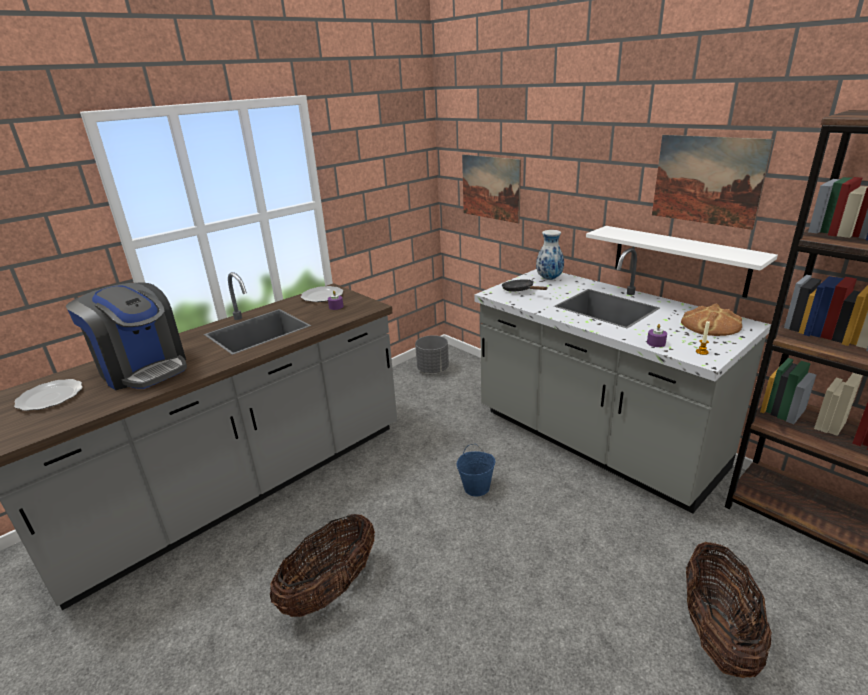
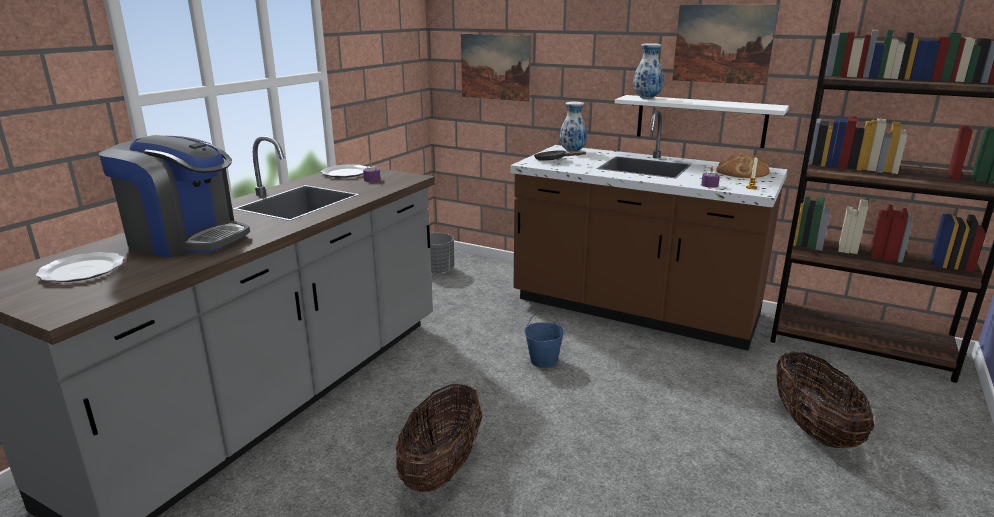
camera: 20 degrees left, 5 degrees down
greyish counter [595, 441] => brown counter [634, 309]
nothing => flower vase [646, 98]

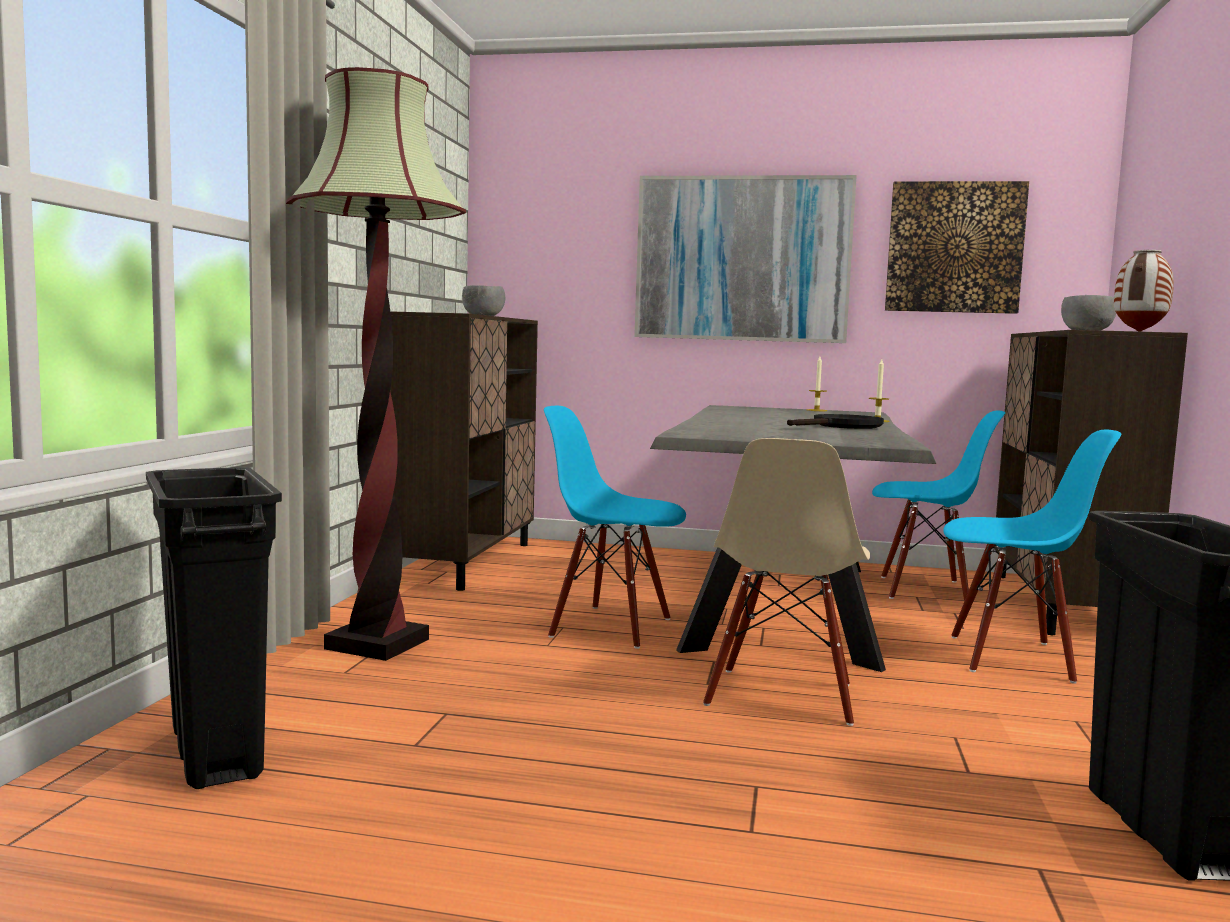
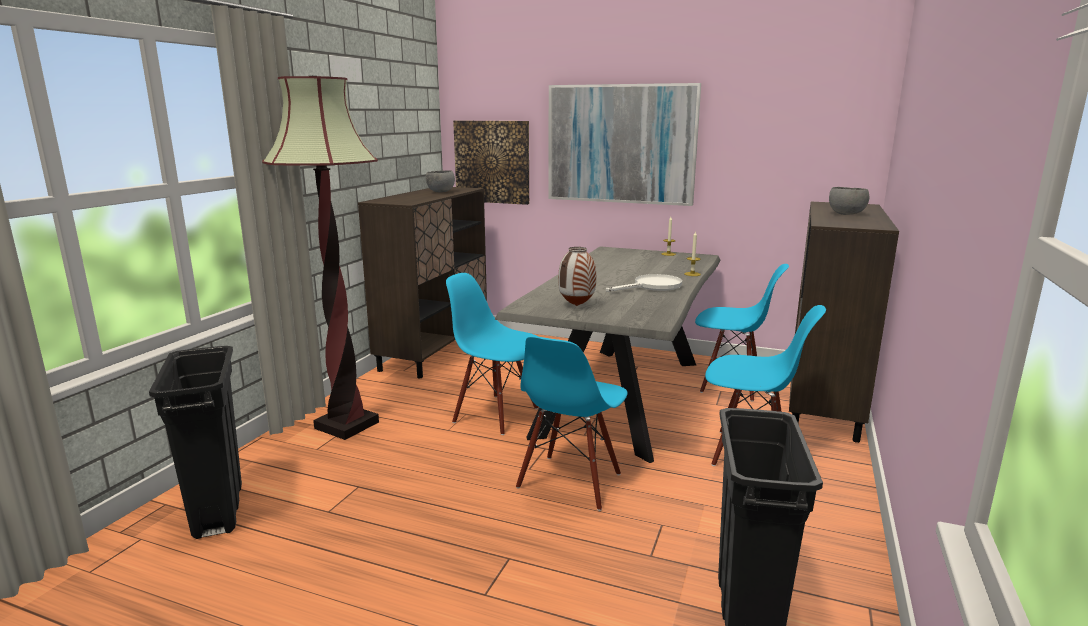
camera: 10 degrees right, 10 degrees up
beige chair [782, 696] => blue chair [570, 482]
blackish frying pan [841, 426] => whitish frying pan [652, 287]
picture [954, 247] => picture [492, 162], moved
flower vase [1140, 331] => flower vase [576, 306], moved

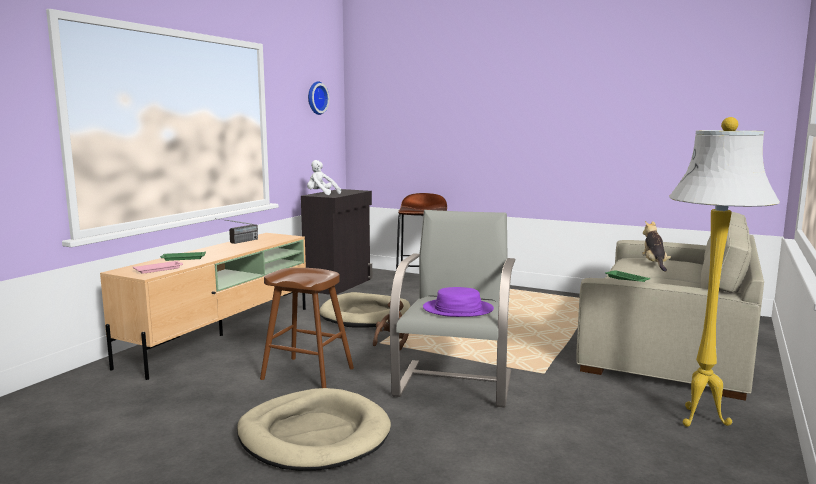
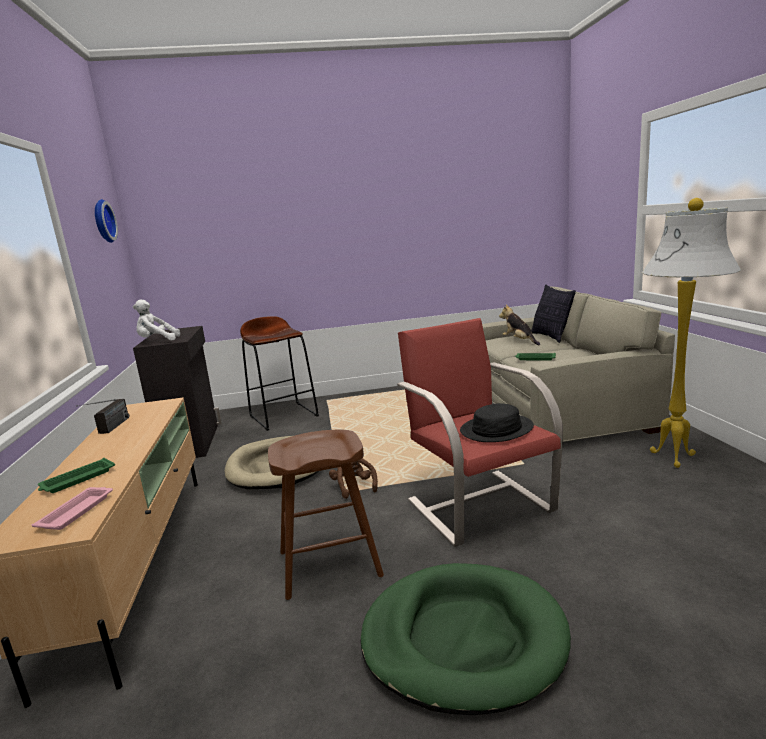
camera: 35 degrees left, 5 degrees up
beige pet bed [314, 435] => green-coloured pet bed [463, 639]
greyish lounge chair [455, 382] => reddish lounge chair [478, 505]
purple-coloured hat [458, 309] => blackish hat [497, 429]
nothing => pillow [551, 337]

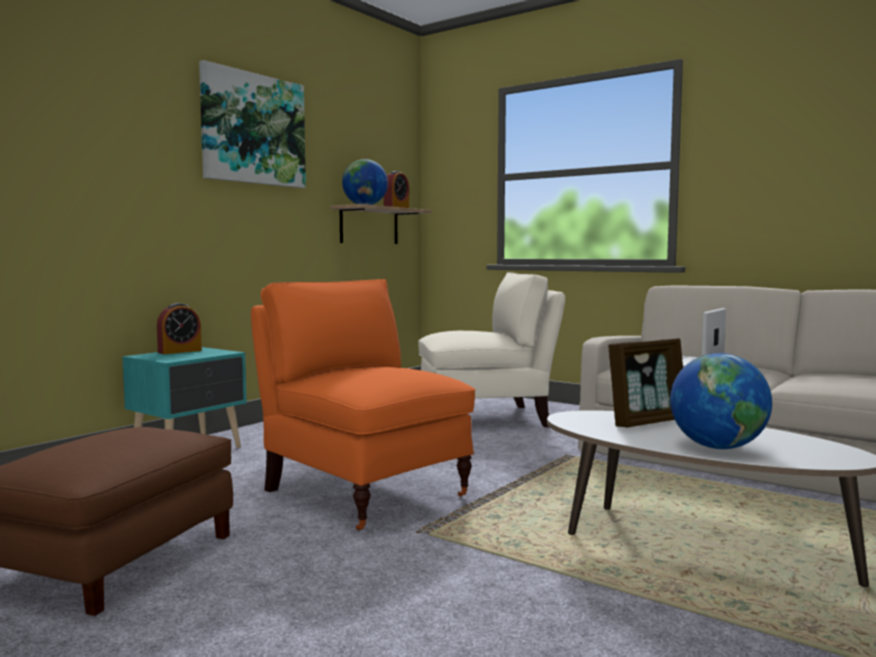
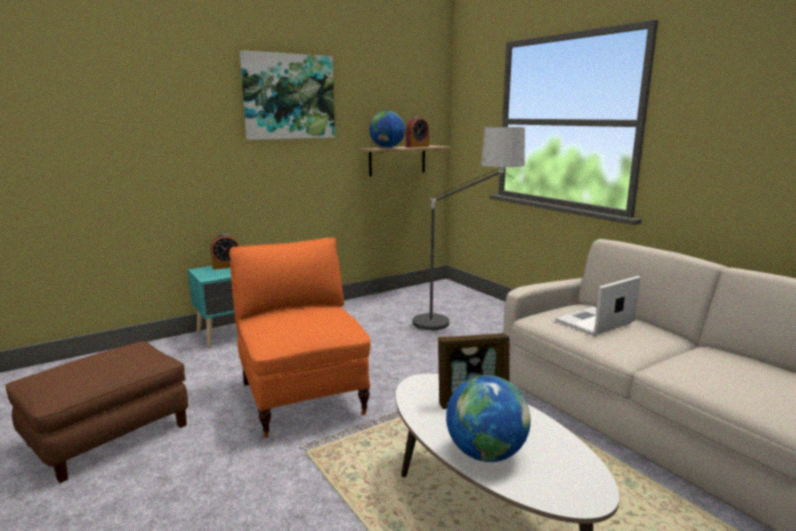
camera: 20 degrees right, 10 degrees up
beige lounge chair [487, 418] => standing lamp [461, 326]

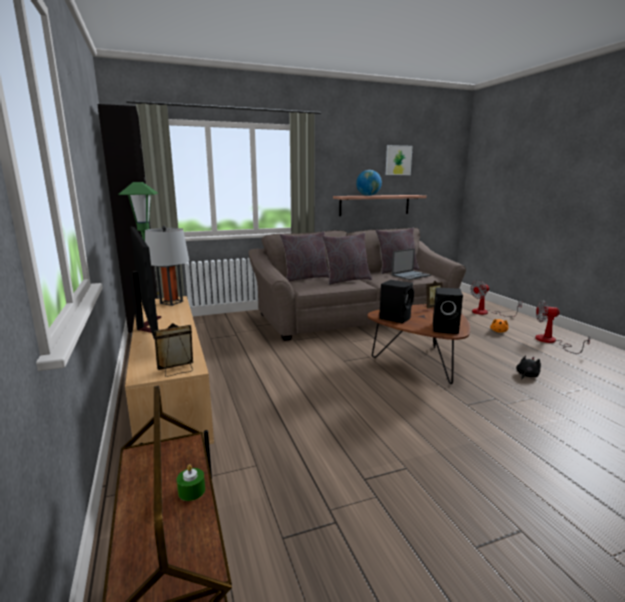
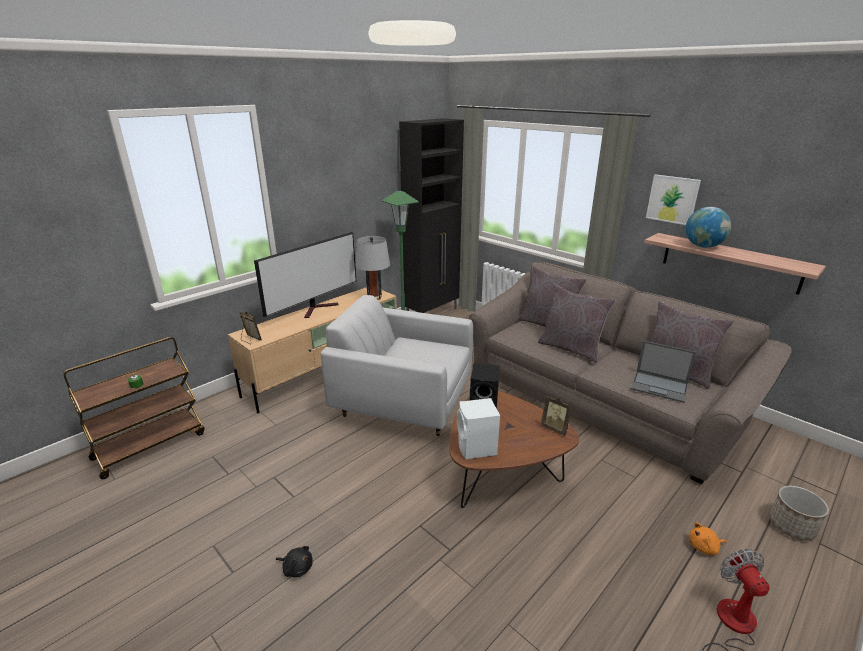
camera: 65 degrees right, 10 degrees up
picture [398, 160] => picture [672, 199], moved
blackish speaker [446, 328] => whitish speaker [477, 448]
fan [486, 313] => plant pot [792, 526]
blackish plush toy [526, 375] => blackish plush toy [297, 568], moved
nothing => whitish lounge chair [403, 404]

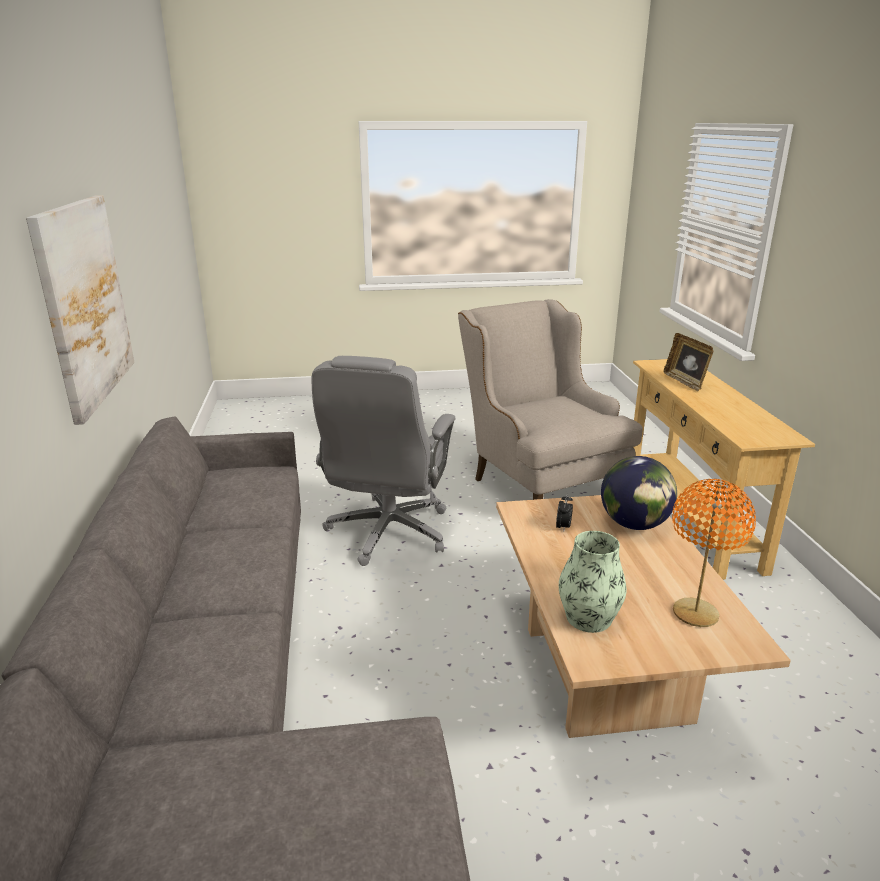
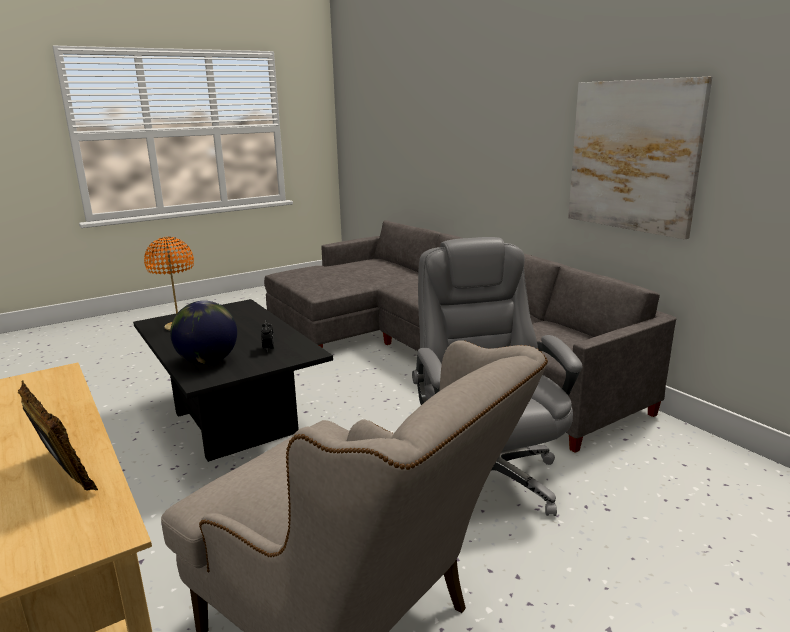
camera: 155 degrees right, 5 degrees down
beige low table [605, 673] => blackish low table [235, 422]
flower vase [588, 617] => nothing

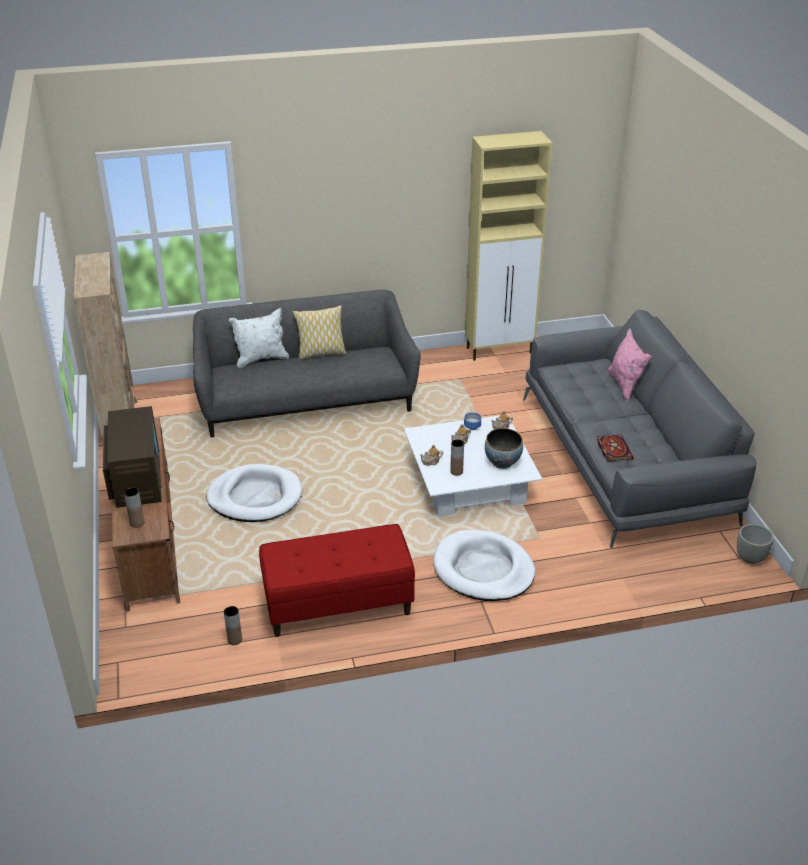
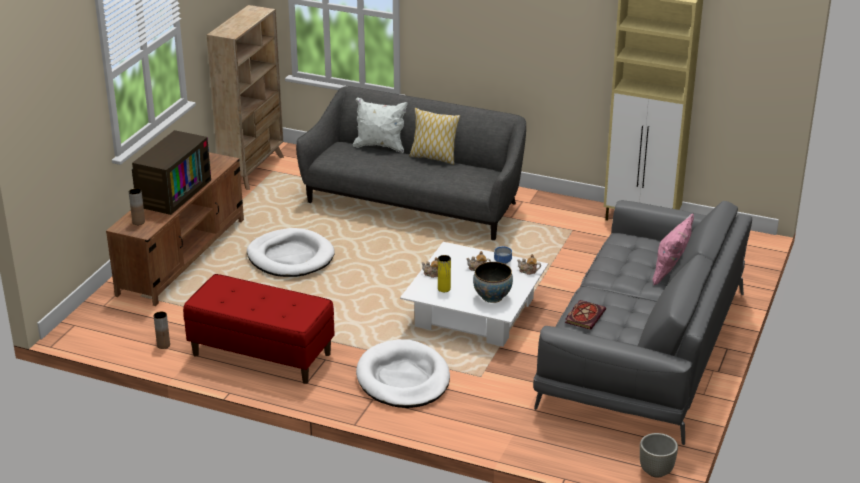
camera: 35 degrees right, 5 degrees down
brown flower vase [456, 471] => yellowish flower vase [444, 289]

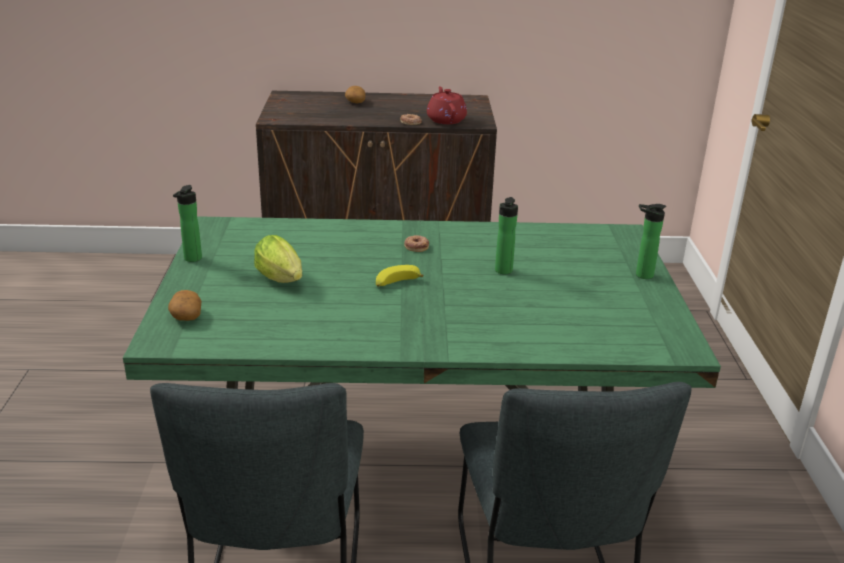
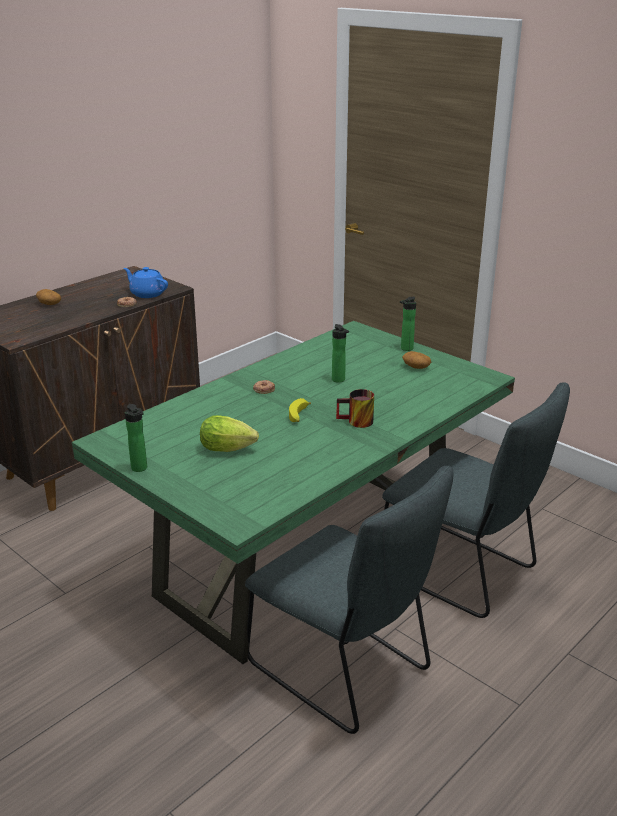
camera: 45 degrees left, 0 degrees up
whole potato [186, 315] => whole potato [415, 367], moved
reddish tea pot [446, 120] => blue tea pot [147, 293]
nothing => coffee mug [356, 422]

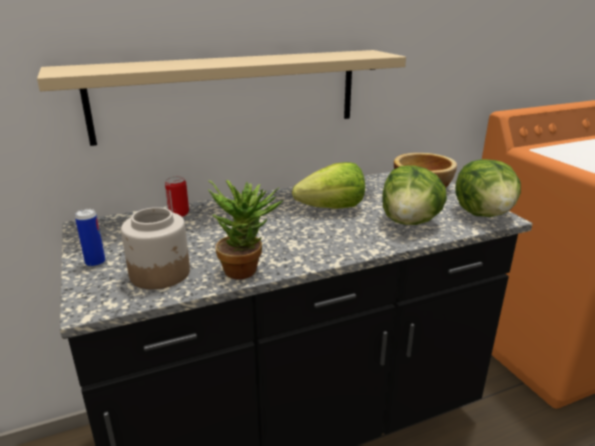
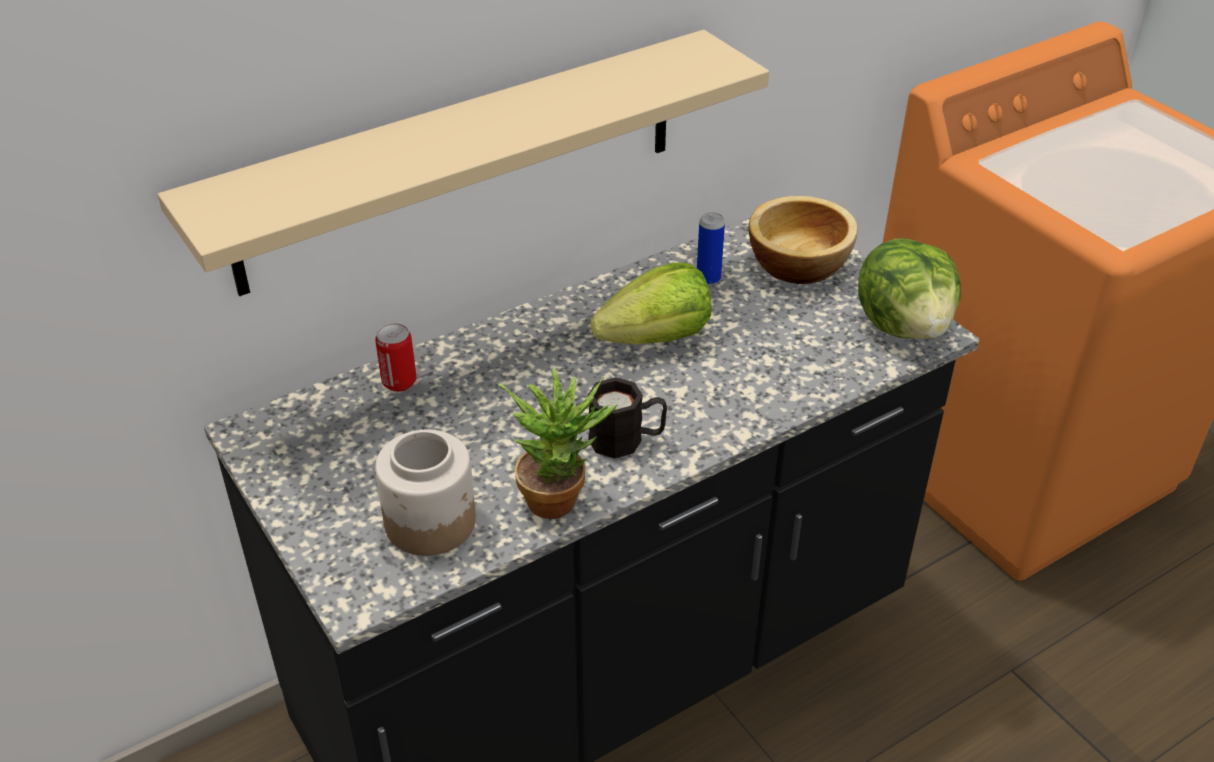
camera: 10 degrees left, 15 degrees up
can [95, 263] => can [708, 278], moved
lettuce [410, 222] => nothing
nothing => blackish coffee mug [627, 440]

